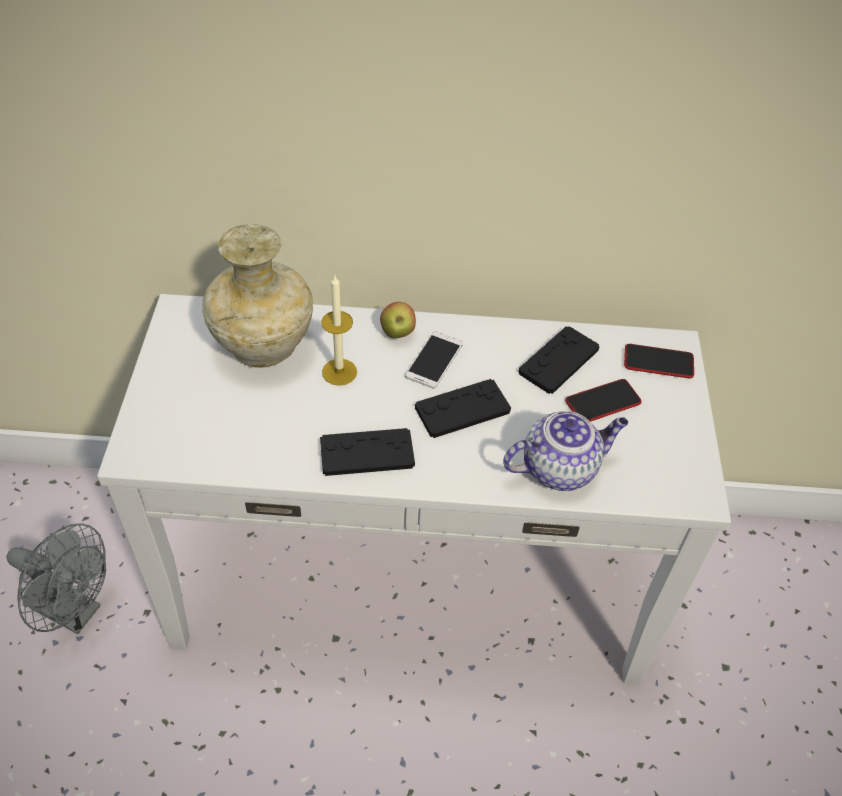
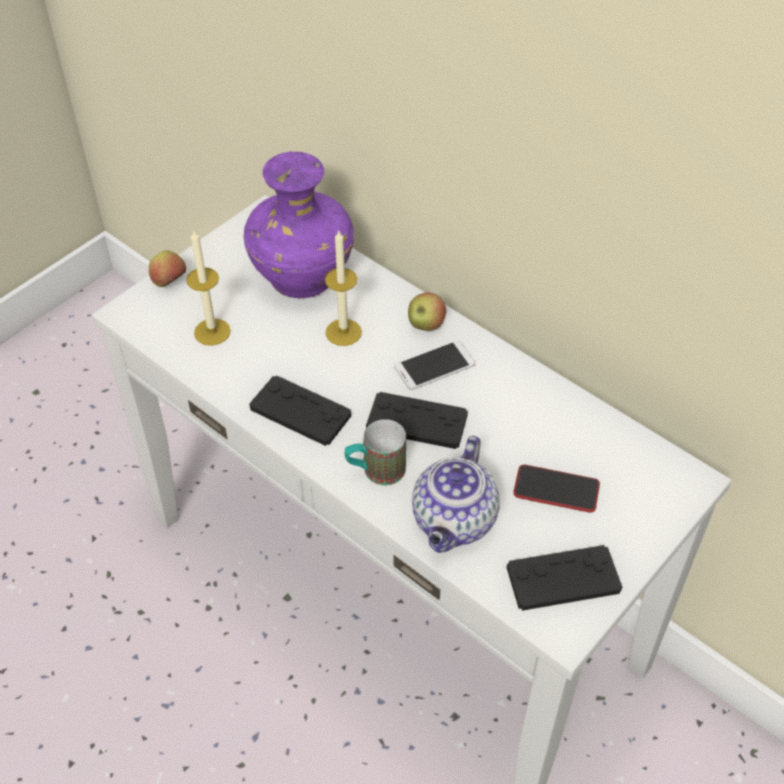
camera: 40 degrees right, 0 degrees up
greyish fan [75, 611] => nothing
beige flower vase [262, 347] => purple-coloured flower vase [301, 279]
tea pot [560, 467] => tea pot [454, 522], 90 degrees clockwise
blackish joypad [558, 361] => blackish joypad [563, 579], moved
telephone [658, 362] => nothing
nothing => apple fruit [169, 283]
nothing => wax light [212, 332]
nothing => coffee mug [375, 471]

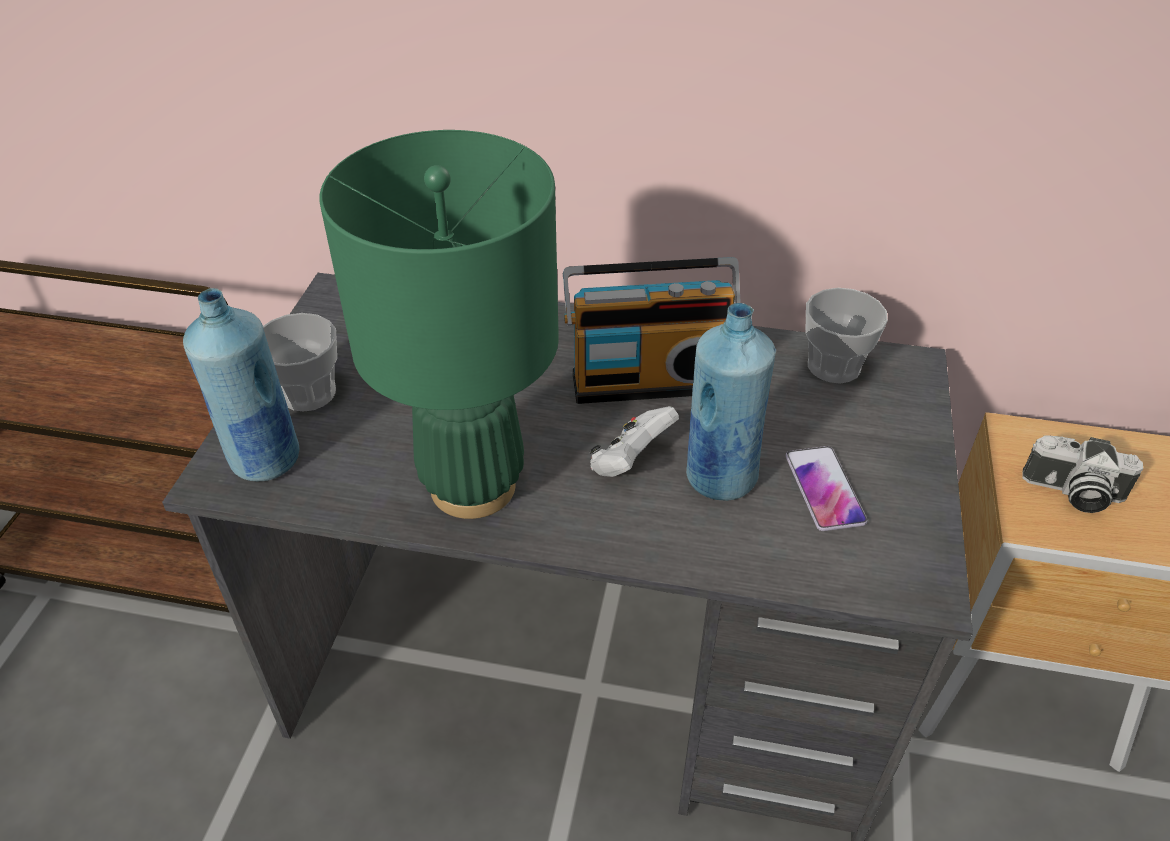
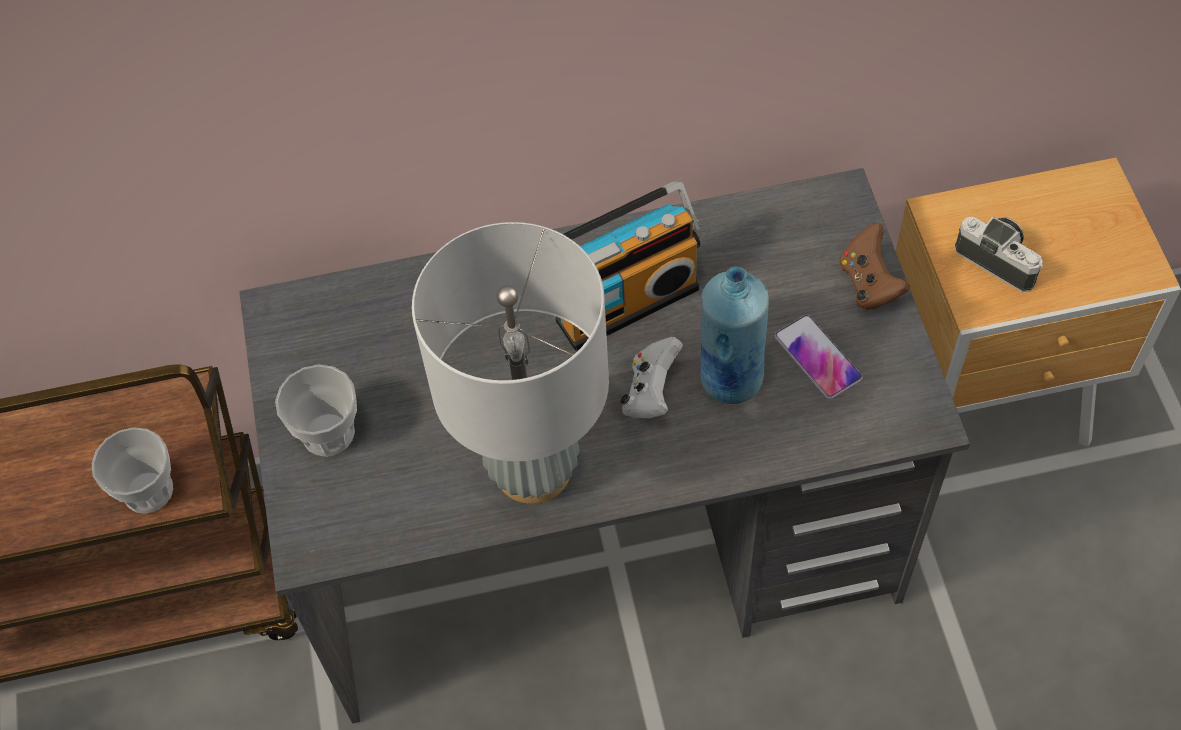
camera: 20 degrees left, 15 degrees up
blue bottle [264, 460] => nothing
green-coloured tabletop lamp [474, 486] => greyish tabletop lamp [533, 468]
small cup [833, 366] => small cup [148, 491], moved
still camera [1072, 493] => still camera [1000, 260], 135 degrees counterclockwise
nothing => brown joypad [869, 283]

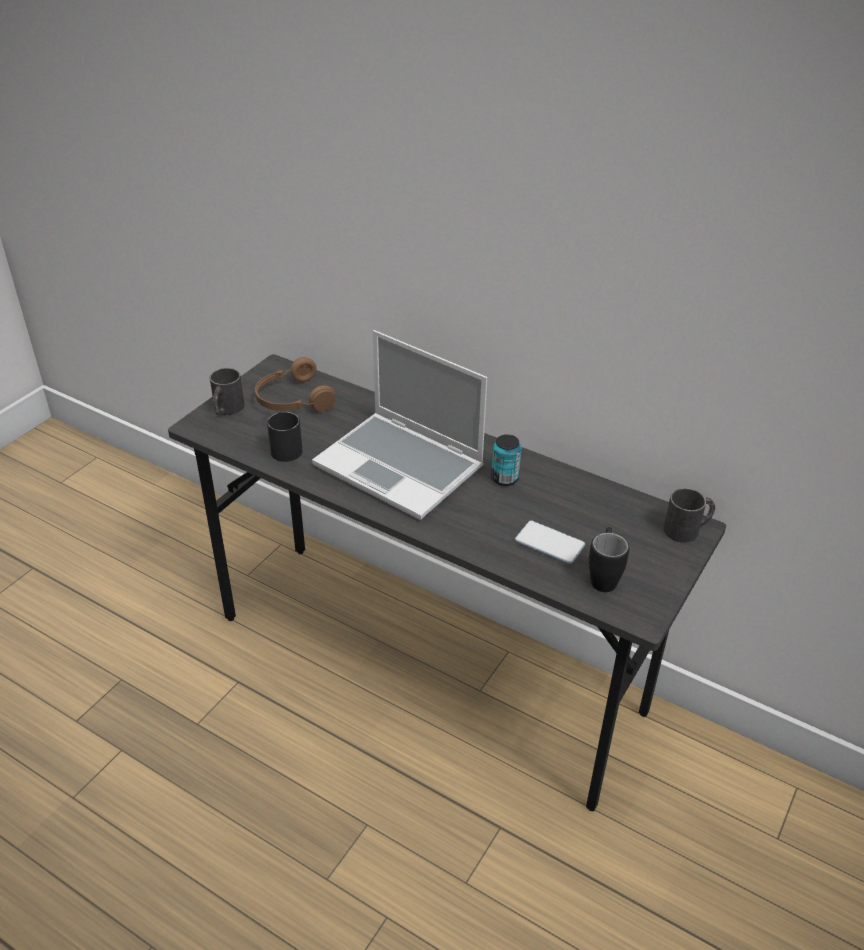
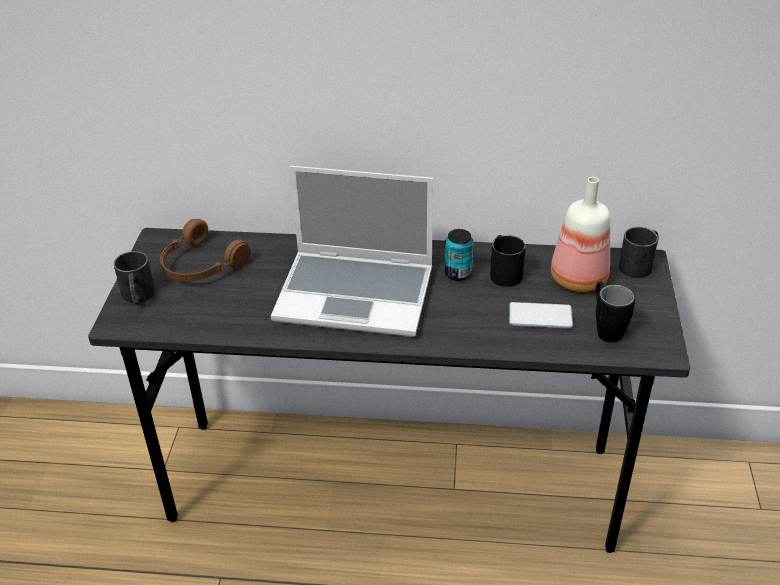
camera: 25 degrees left, 0 degrees up
blackish coffee mug [288, 447] => blackish coffee mug [503, 272], moved
nothing => bottle [576, 279]

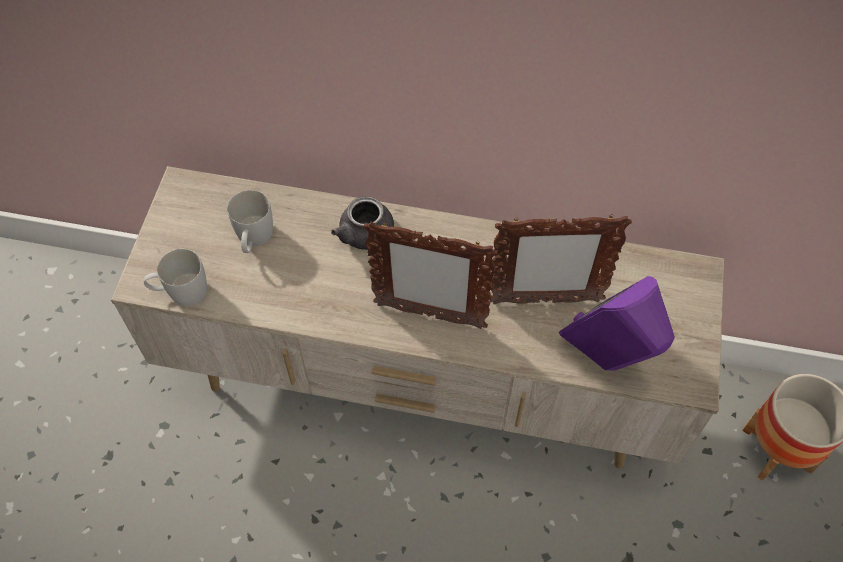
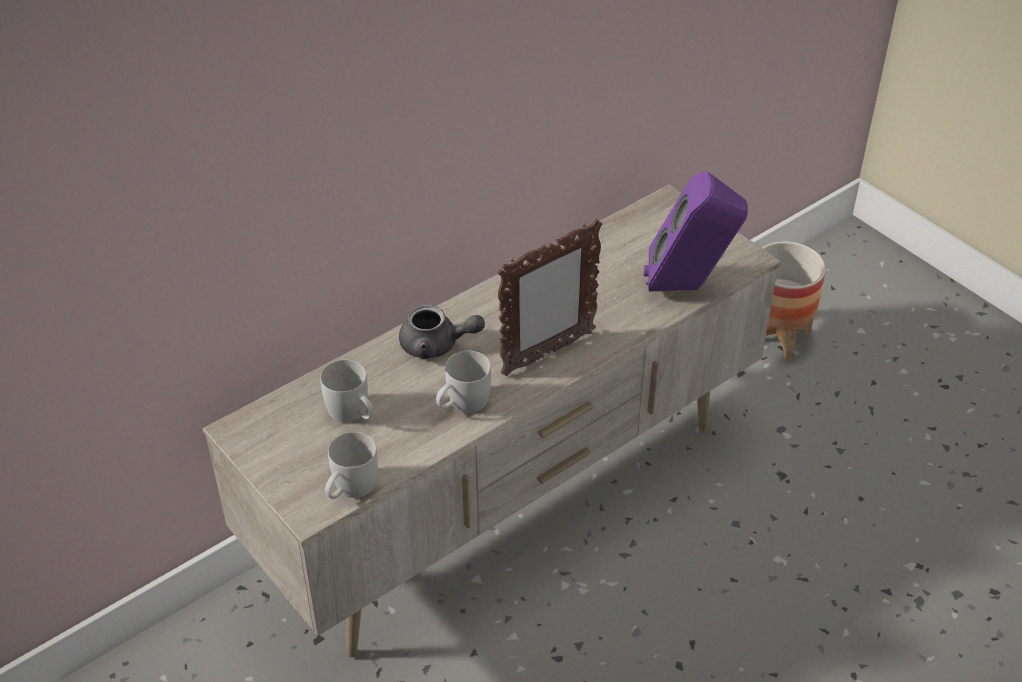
camera: 50 degrees left, 15 degrees down
standing frame [545, 301] => nothing
nothing => whitish coffee mug [462, 404]

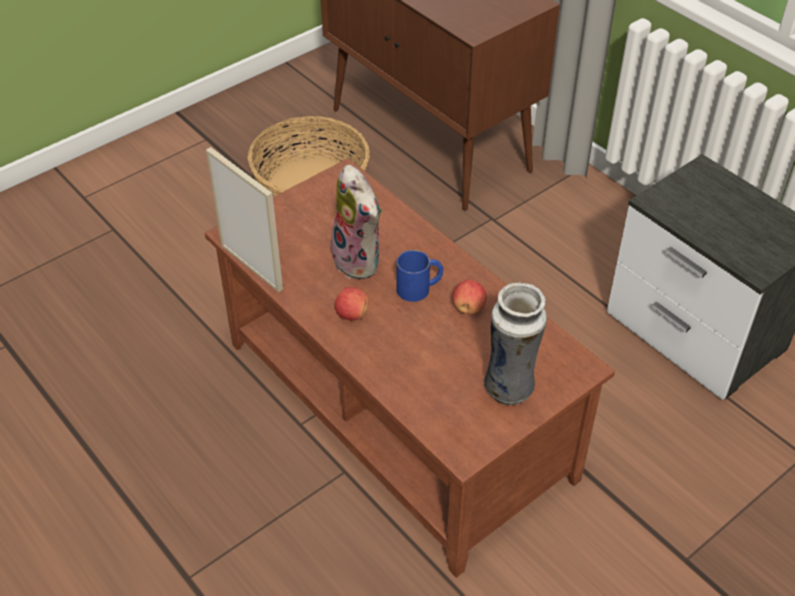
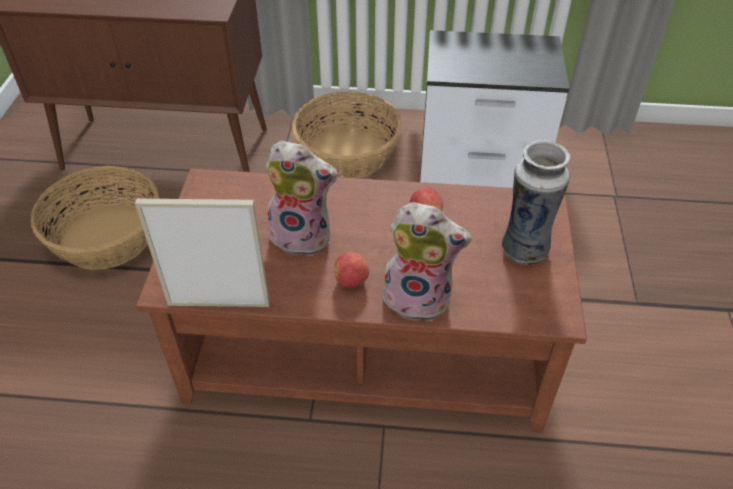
camera: 45 degrees left, 0 degrees up
blue coffee mug [419, 288] => nothing
nothing => storage basket [347, 153]
nothing => plush toy [419, 298]

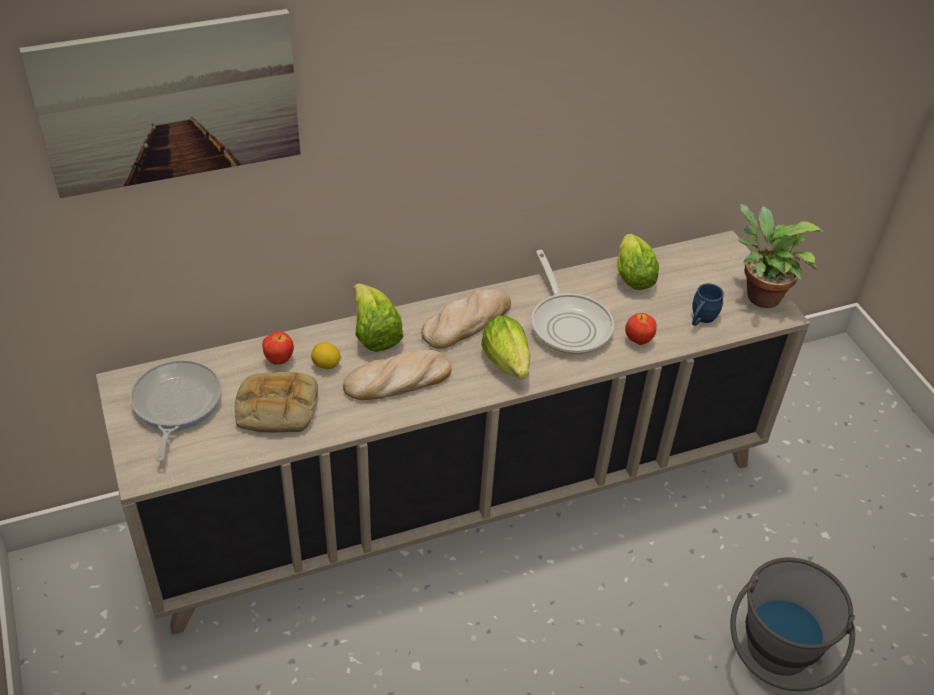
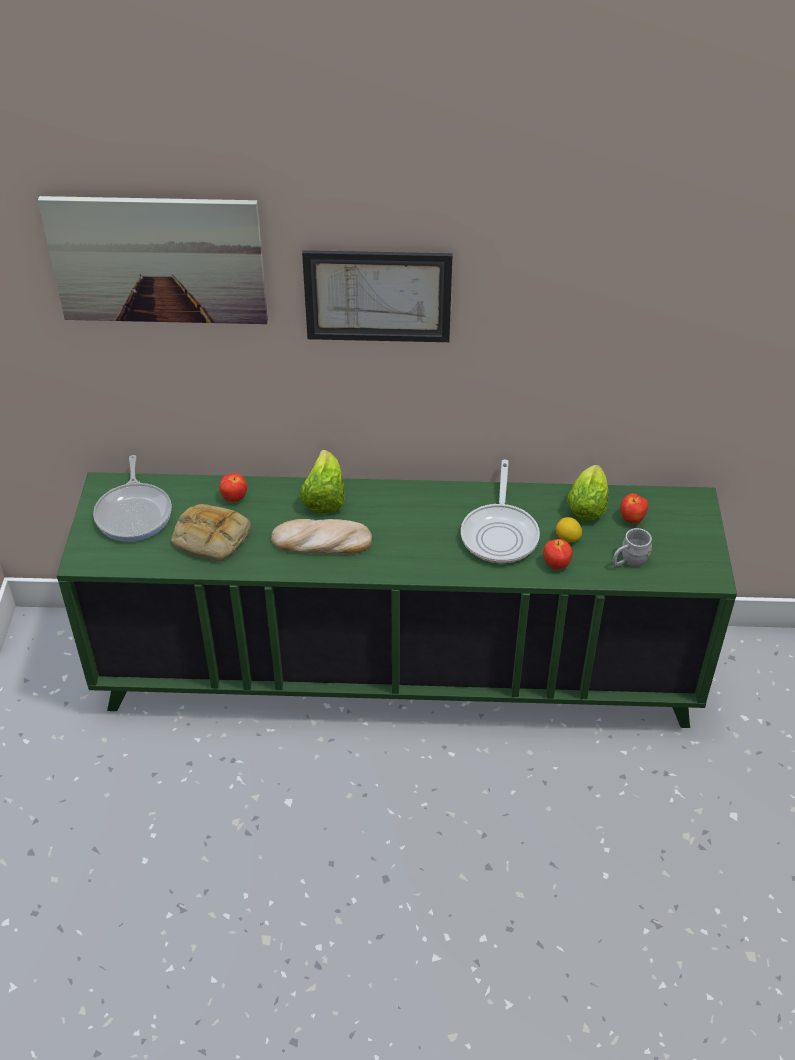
camera: 25 degrees right, 0 degrees up
beige storage cabinet [458, 498] => green-coloured storage cabinet [397, 673]
frying pan [175, 405] => frying pan [134, 513], 150 degrees clockwise
whole lemon [326, 365] => whole lemon [567, 538], moved
baked bread [466, 321] => nothing
lettuce [508, 365] => nothing
blue coffee mug [701, 319] => greyish coffee mug [629, 561]
greyish bucket [776, 658] => nothing
potted plant [758, 295] => nothing
nothing => picture [378, 295]
nothing => apple fruit [632, 519]

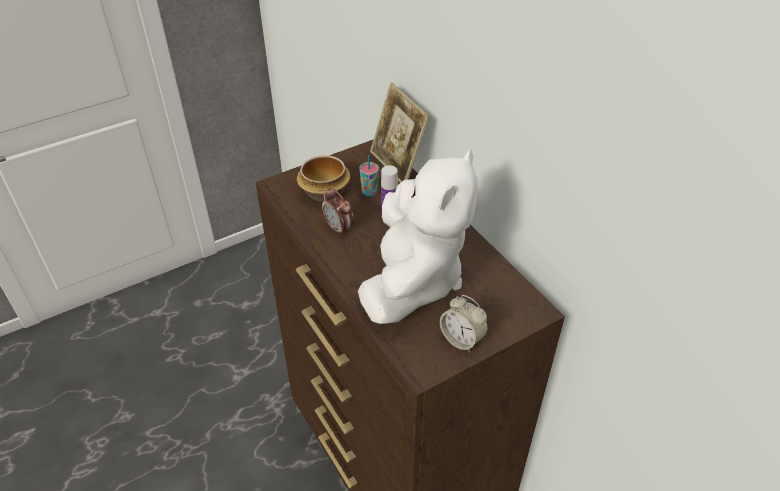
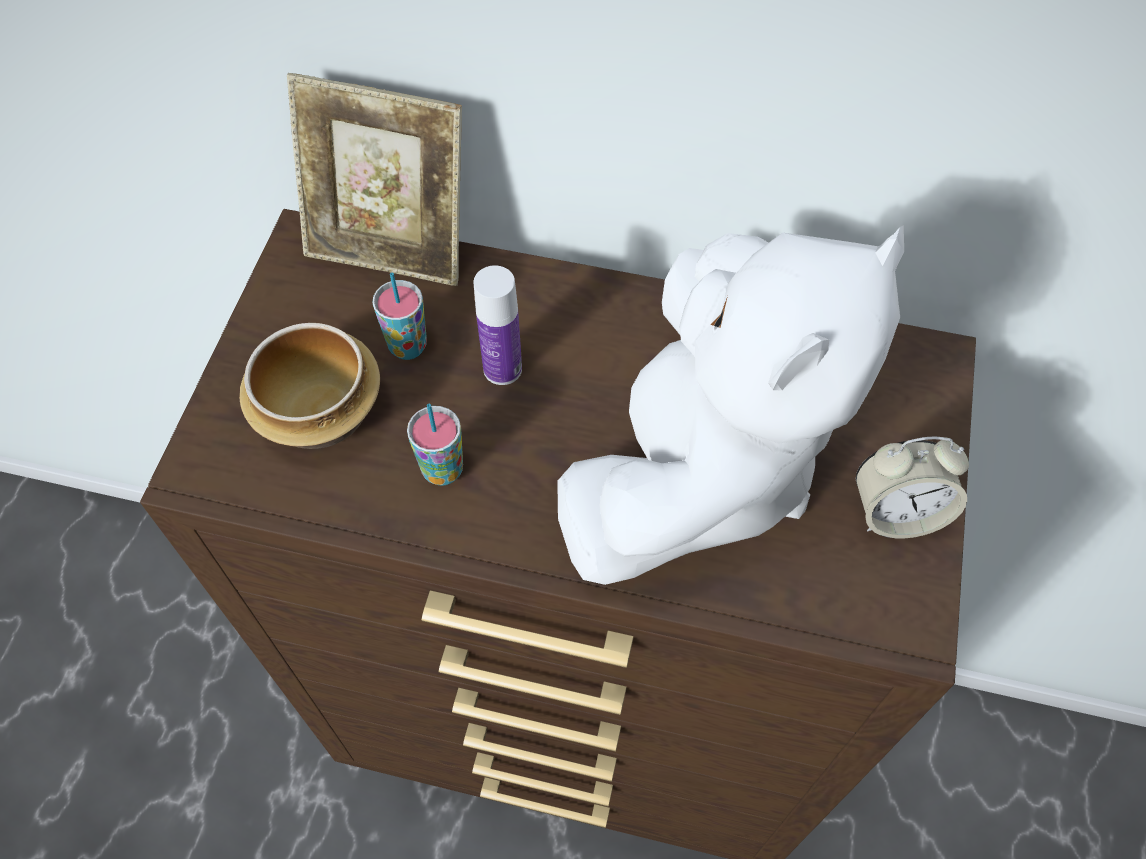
camera: 45 degrees left, 15 degrees up
alarm clock [339, 228] => small cup [442, 470]
whitish plush toy [413, 281] => whitish plush toy [697, 469], 60 degrees clockwise

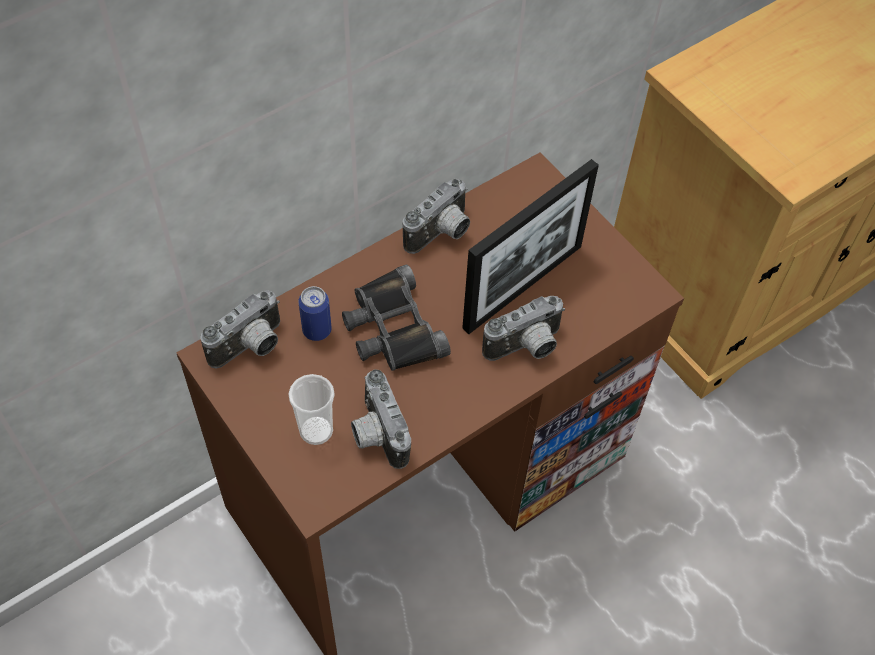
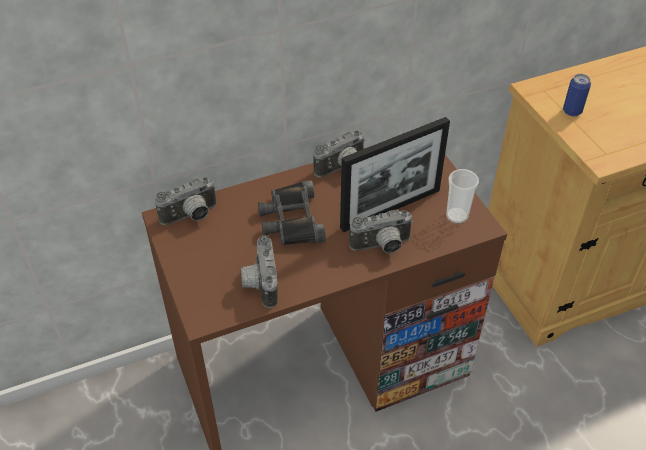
camera: 15 degrees right, 10 degrees down
small cup [316, 430] => small cup [457, 215], moved
can [317, 330] => can [572, 111], moved

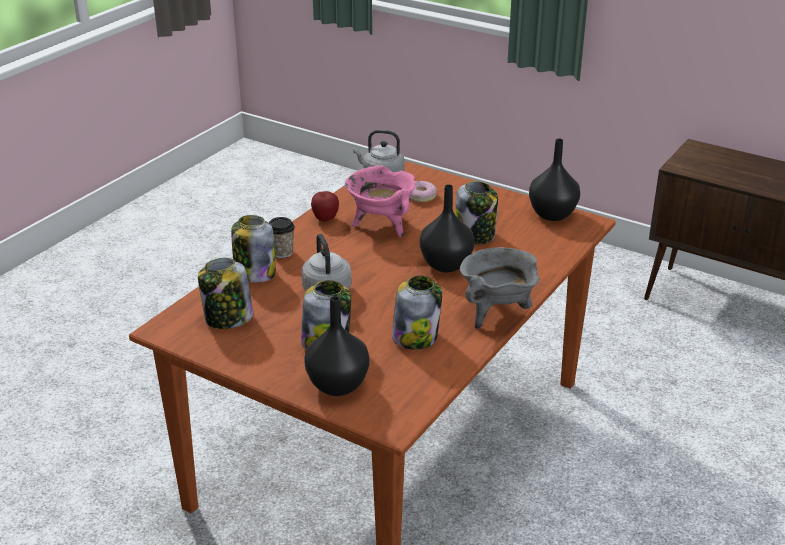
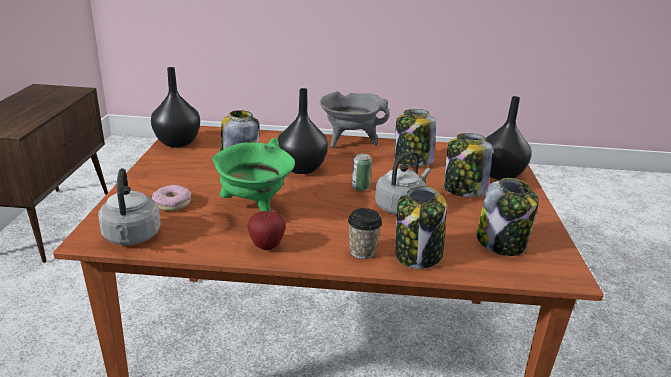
camera: 120 degrees left, 5 degrees down
pink stockpot [381, 225] => green-coloured stockpot [255, 210]
nothing => can [360, 187]

